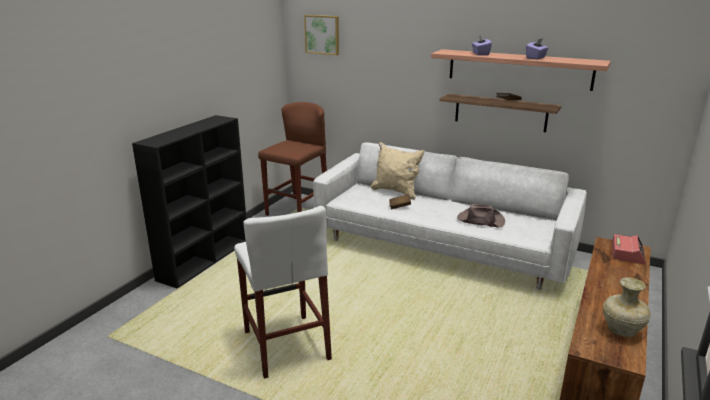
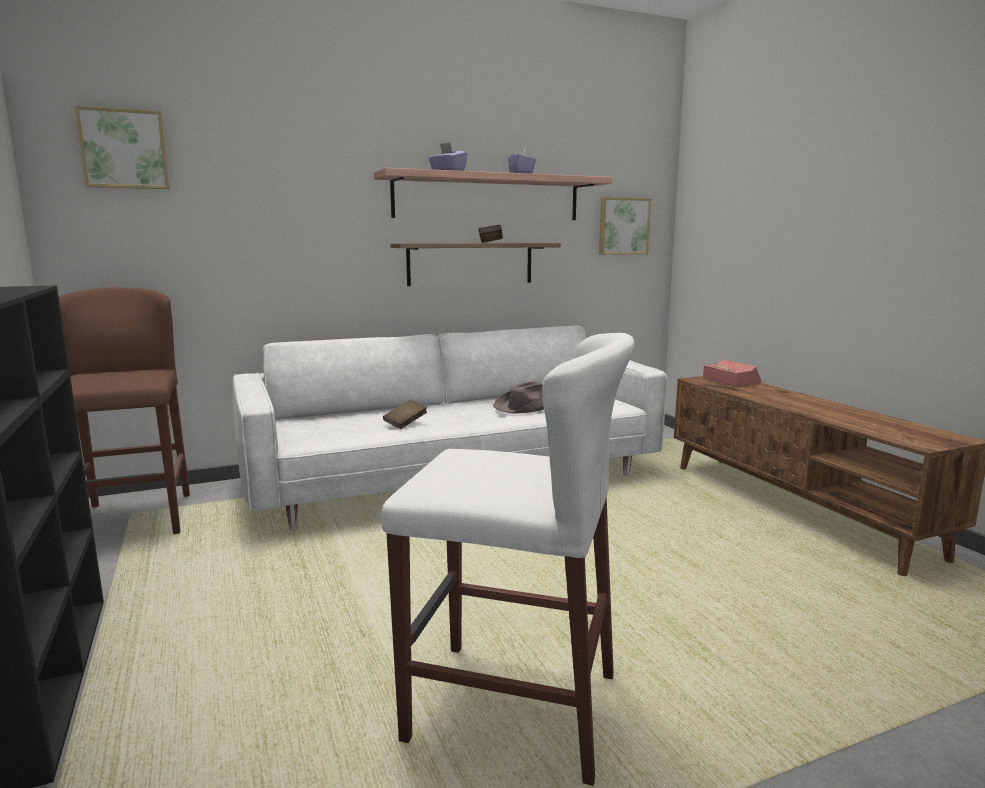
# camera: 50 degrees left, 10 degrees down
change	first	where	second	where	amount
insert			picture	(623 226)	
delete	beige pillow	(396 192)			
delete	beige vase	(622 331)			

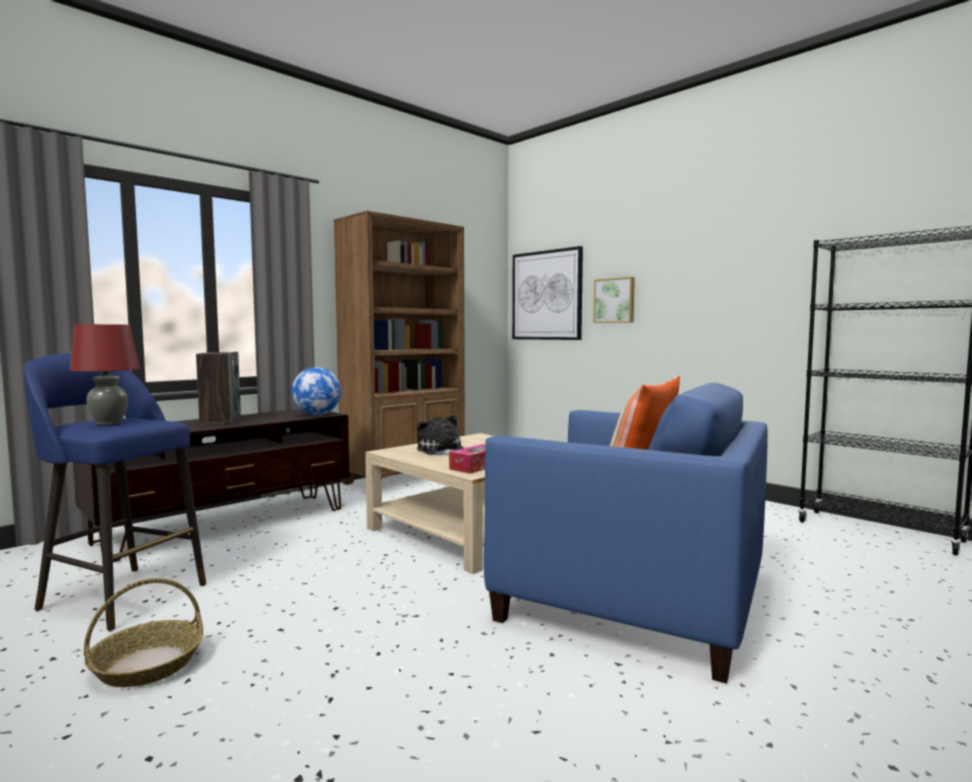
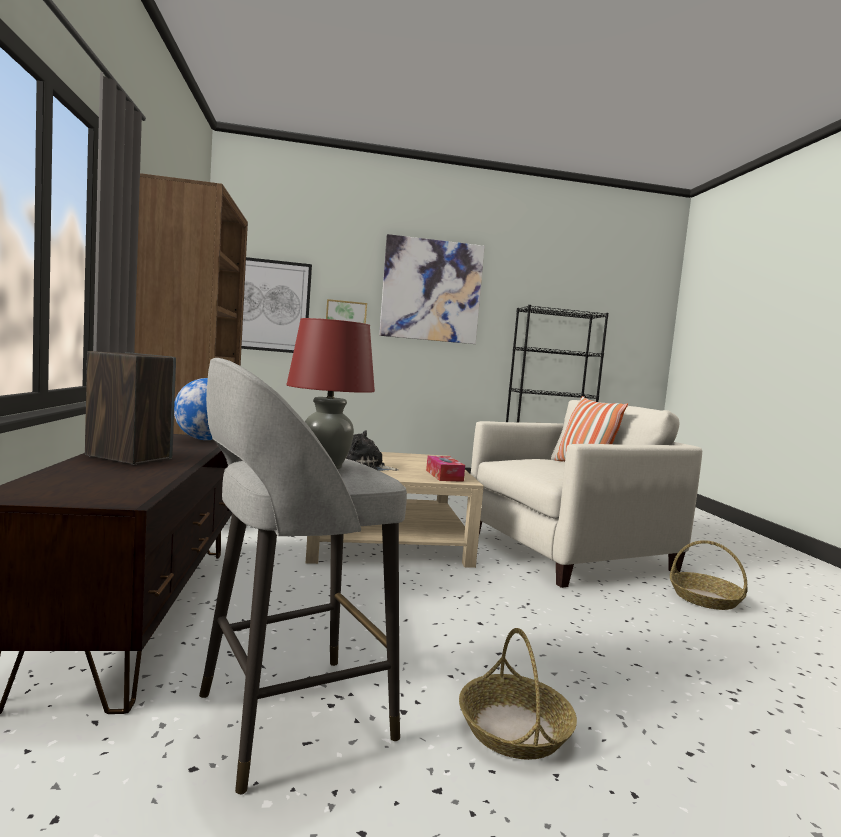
# camera: 55 degrees left, 0 degrees up
change	first	where	second	where	amount
recolor	blue stool	(121 596)	grey stool	(288 718)	
insert			picture	(431 290)	
recolor	blue armchair	(630 598)	beige armchair	(567 551)	
insert			basket	(705 599)	

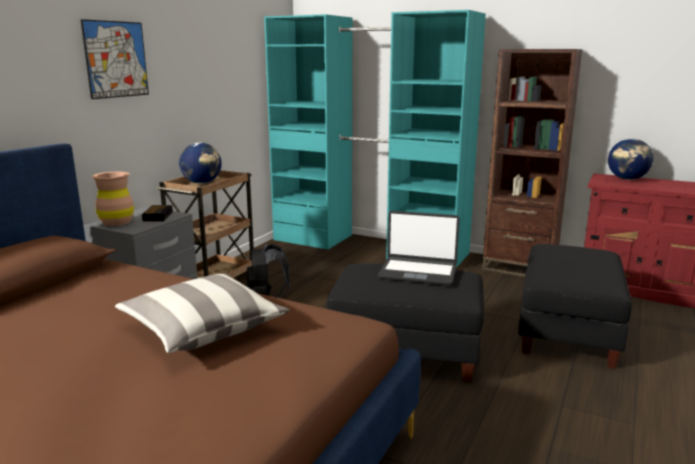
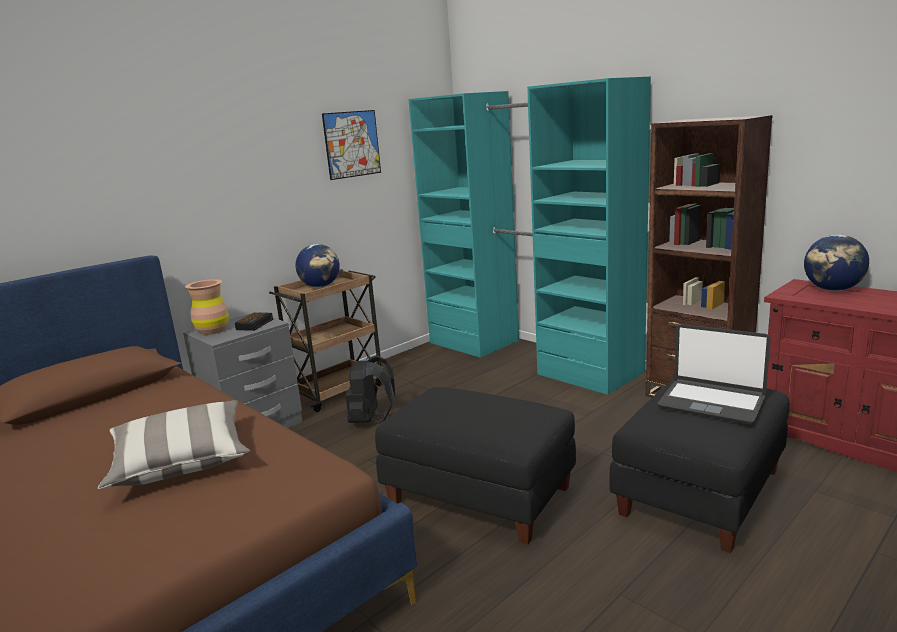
# camera: 20 degrees right, 0 degrees up
change	first	where	second	where	amount
move	picture	(116 59)		(352 144)	
move	laptop	(418 272)		(711 402)	

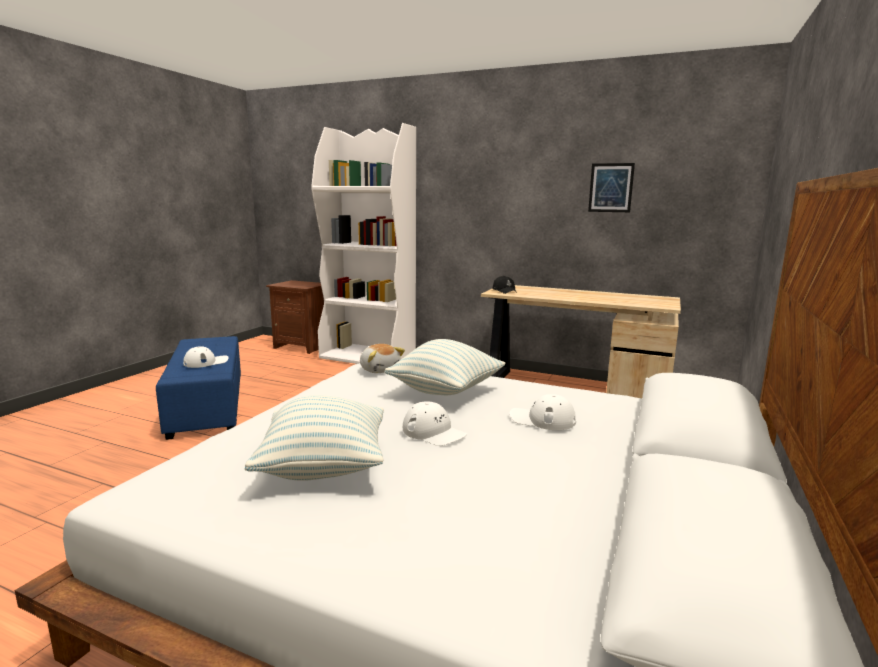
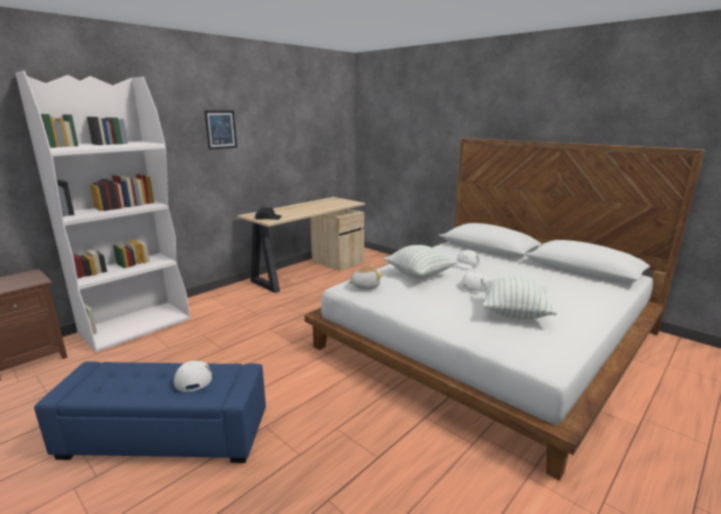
# camera: 70 degrees left, 5 degrees up
change	first	where	second	where	amount
move	picture	(611 187)		(221 129)	

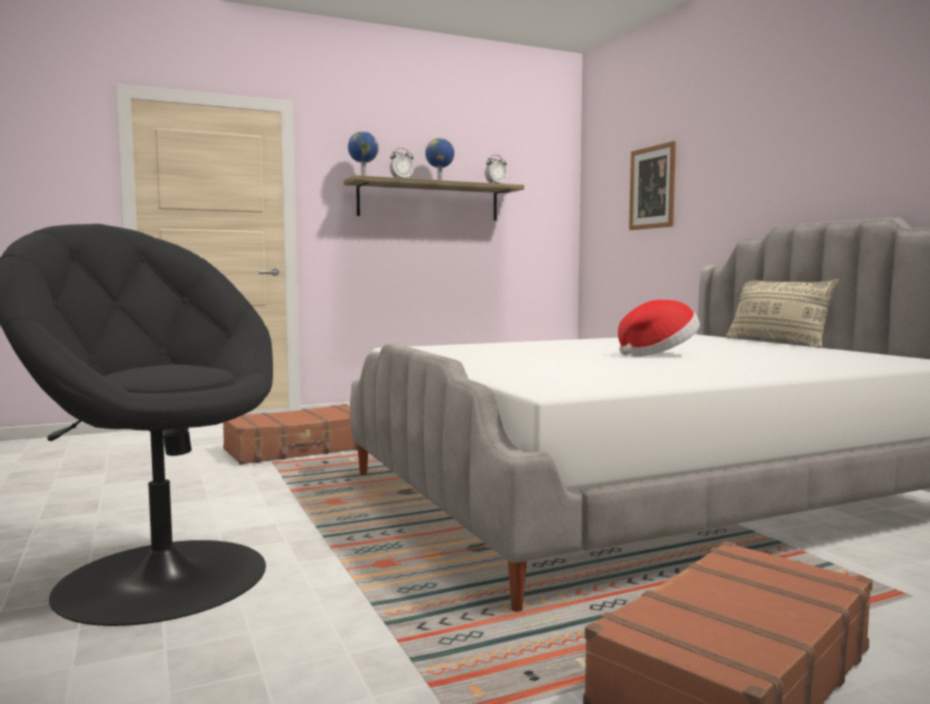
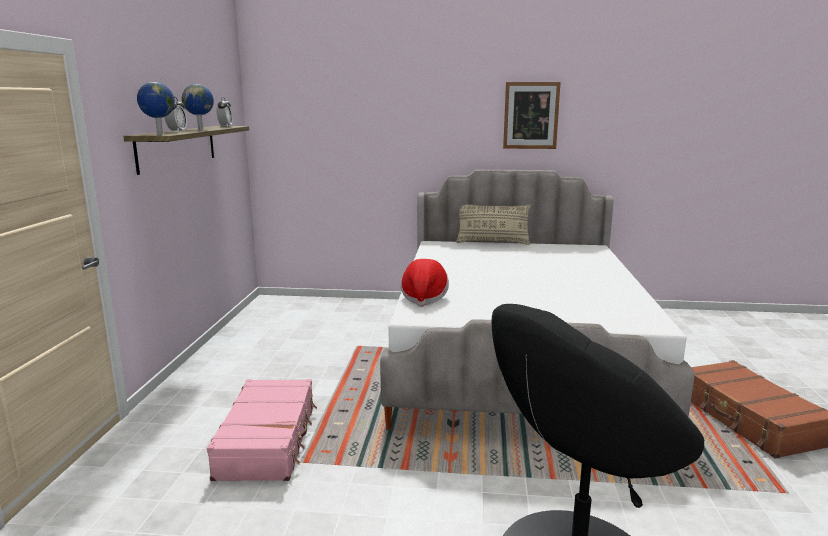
# camera: 60 degrees left, 10 degrees up
change	first	where	second	where	amount
recolor	brown suitcase	(298 449)	pink suitcase	(268 440)	
move	hat	(658 354)		(424 297)	
move	picture	(652 187)		(531 115)	

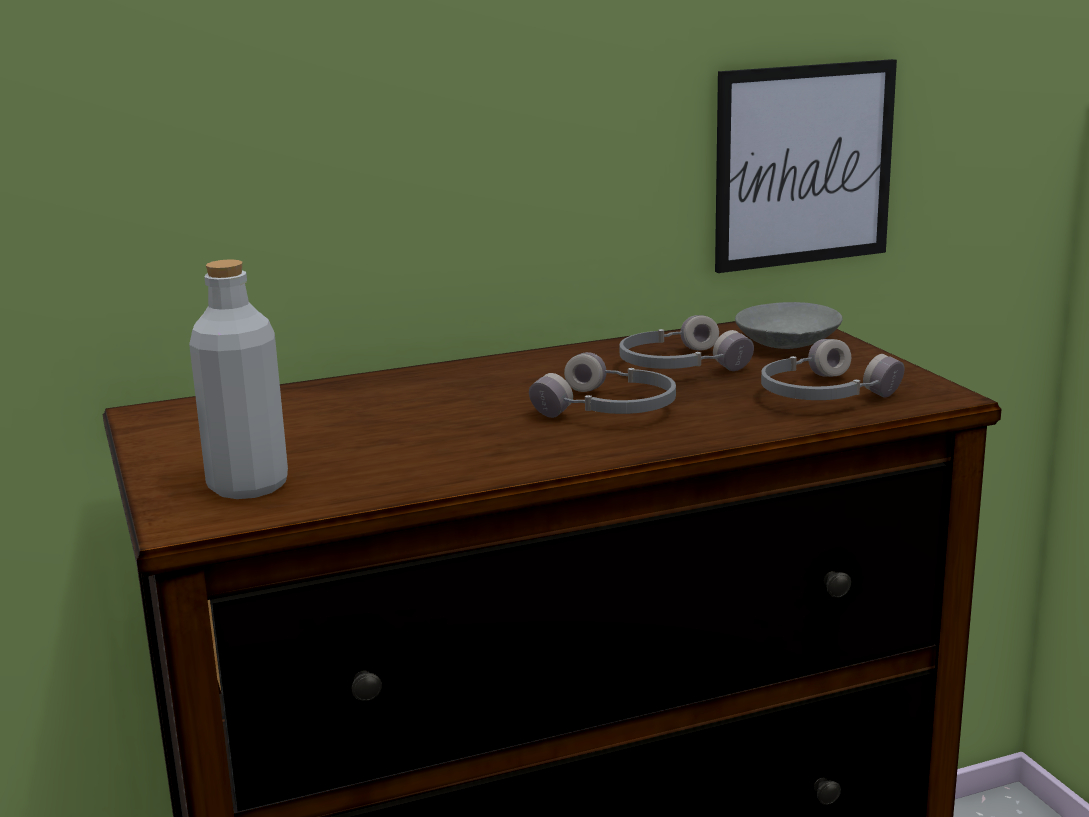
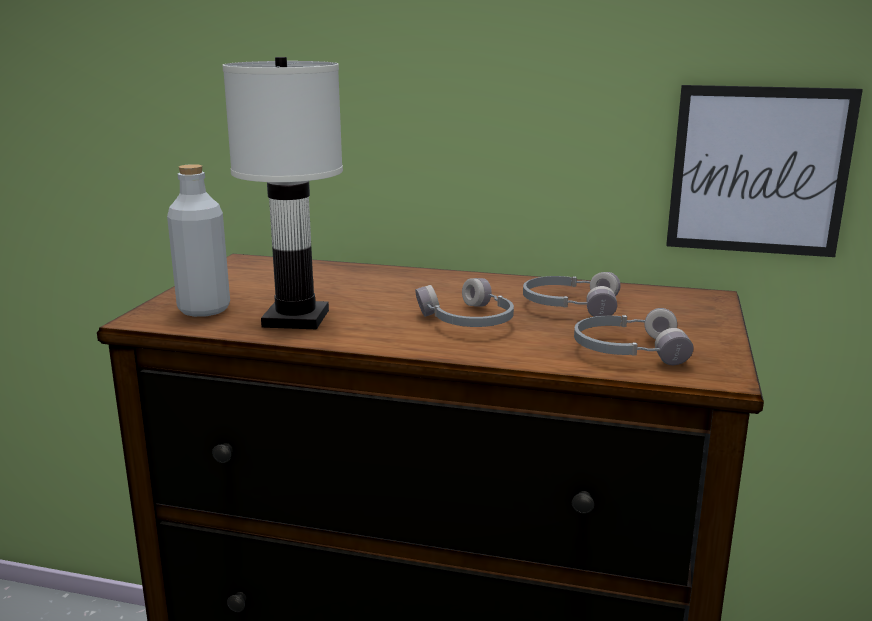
# camera: 35 degrees right, 0 degrees up
change	first	where	second	where	amount
insert			white table lamp	(295 318)	
delete	grey bowl	(787 343)			

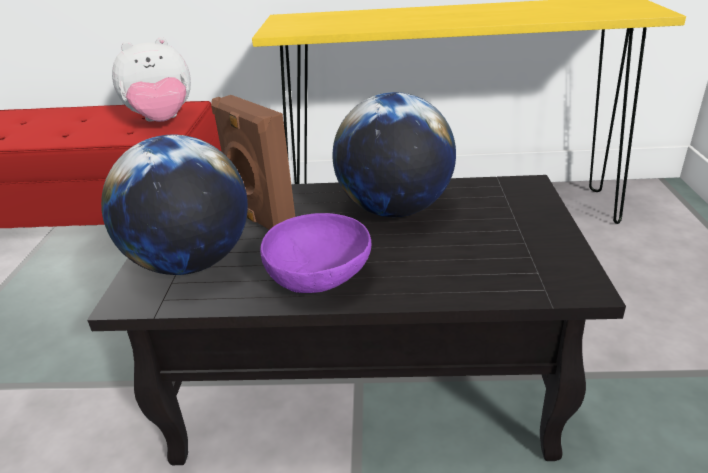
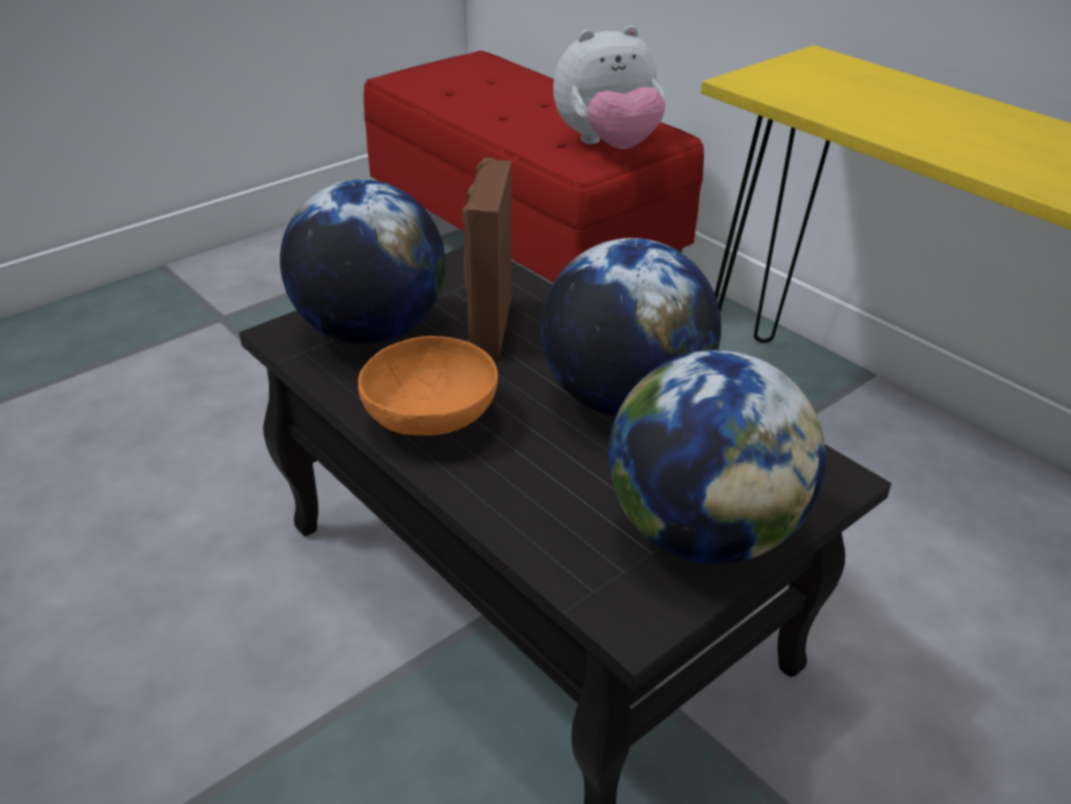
# camera: 45 degrees right, 5 degrees up
change	first	where	second	where	amount
recolor	purple bowl	(320 278)	orange bowl	(431 421)	
rotate	plush toy	(162 121)		(608 145)	45 degrees counterclockwise
insert			globe	(703 533)	

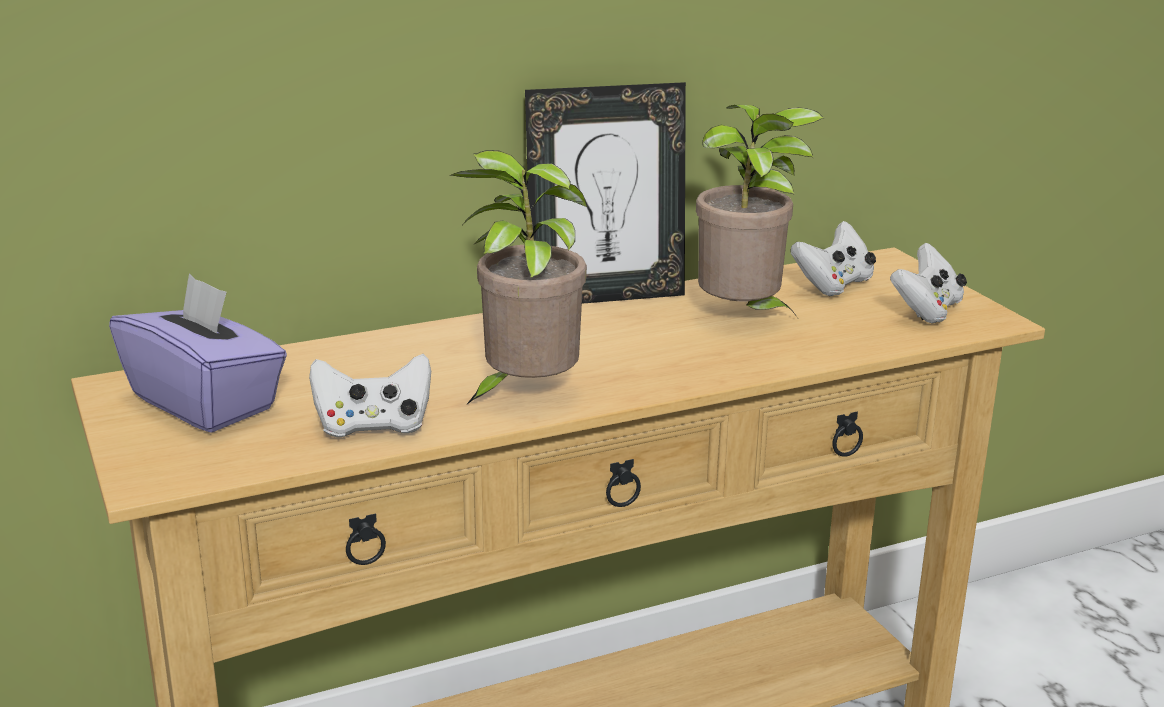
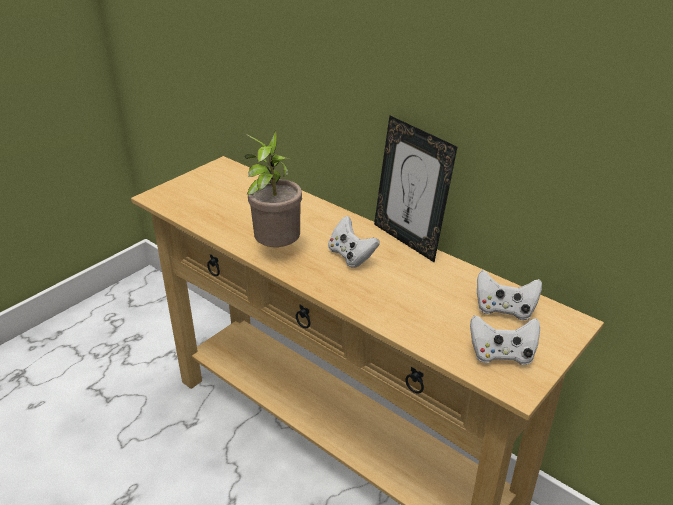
# camera: 65 degrees right, 10 degrees up
change	first	where	second	where	amount
move	white game controller	(373 427)		(351 256)	
delete	purple tissue box	(205 402)			
delete	potted plant	(744 319)			

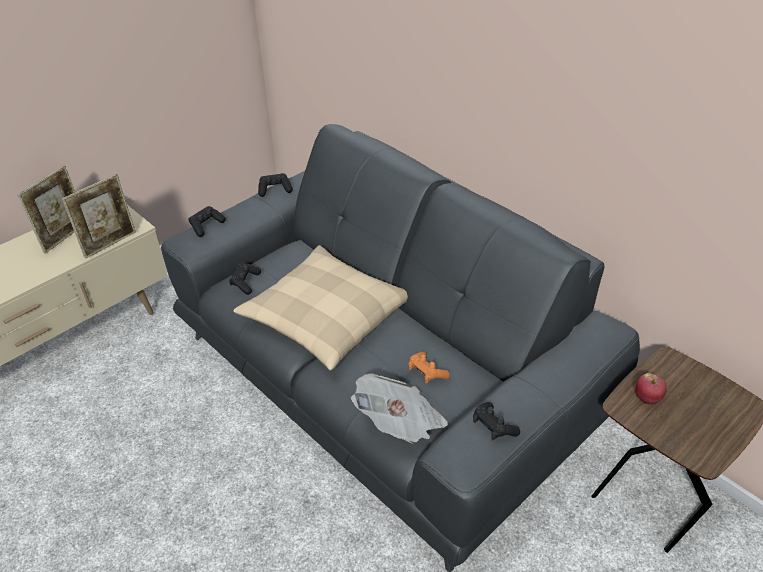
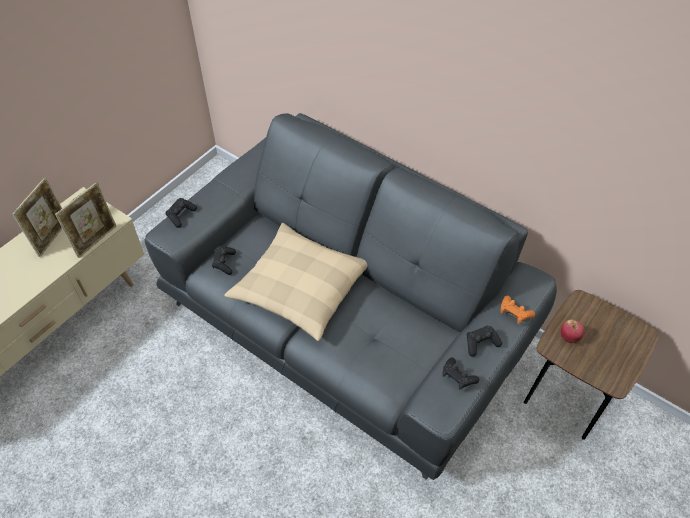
# camera: 10 degrees left, 10 degrees up
change	first	where	second	where	amount
move	black game controller	(275 190)		(481 343)	
move	orange game controller	(427 372)		(514 313)	
delete	newspaper	(400 423)			

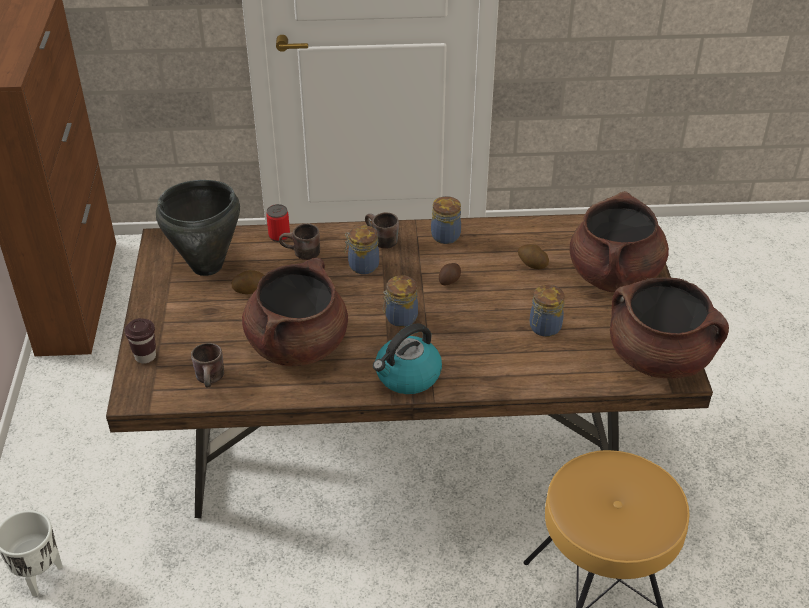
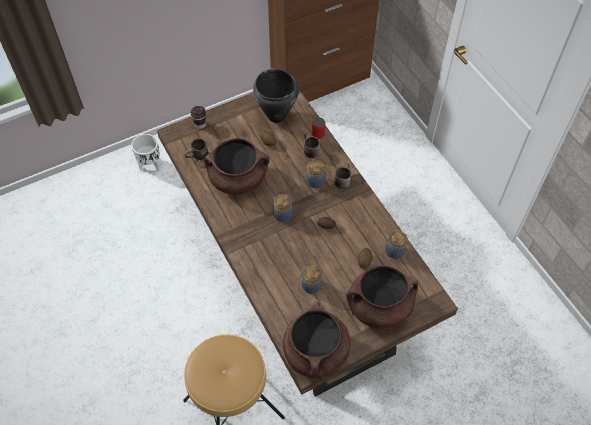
# camera: 65 degrees right, 15 degrees up
change	first	where	second	where	amount
move	jar	(445 235)		(395 251)	
delete	kettle	(407 376)			

